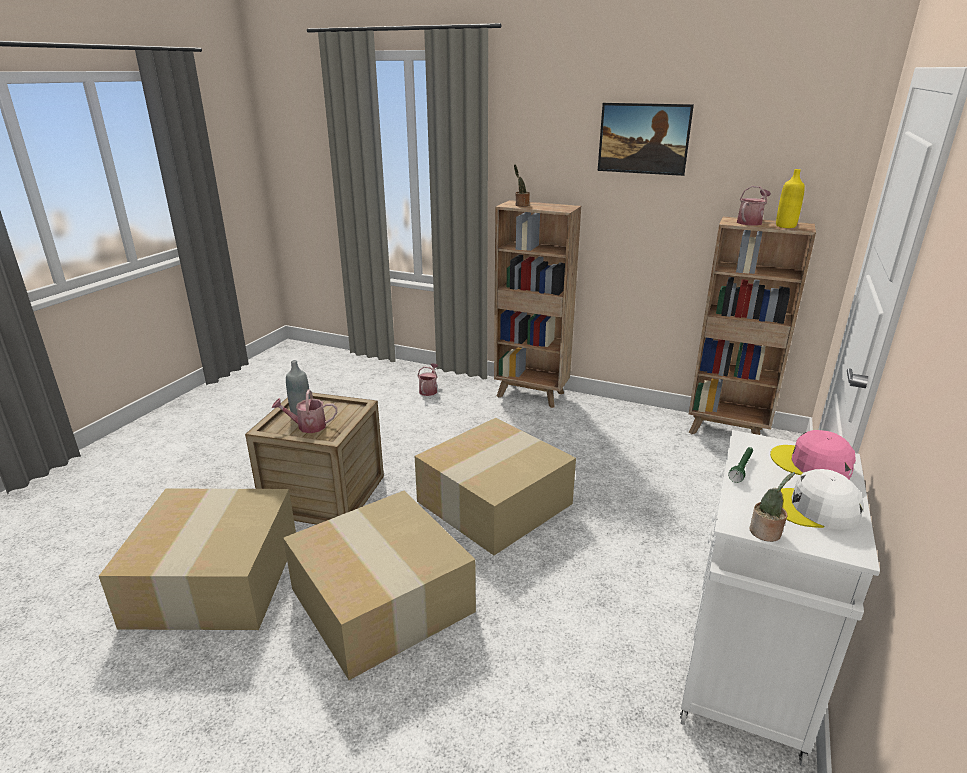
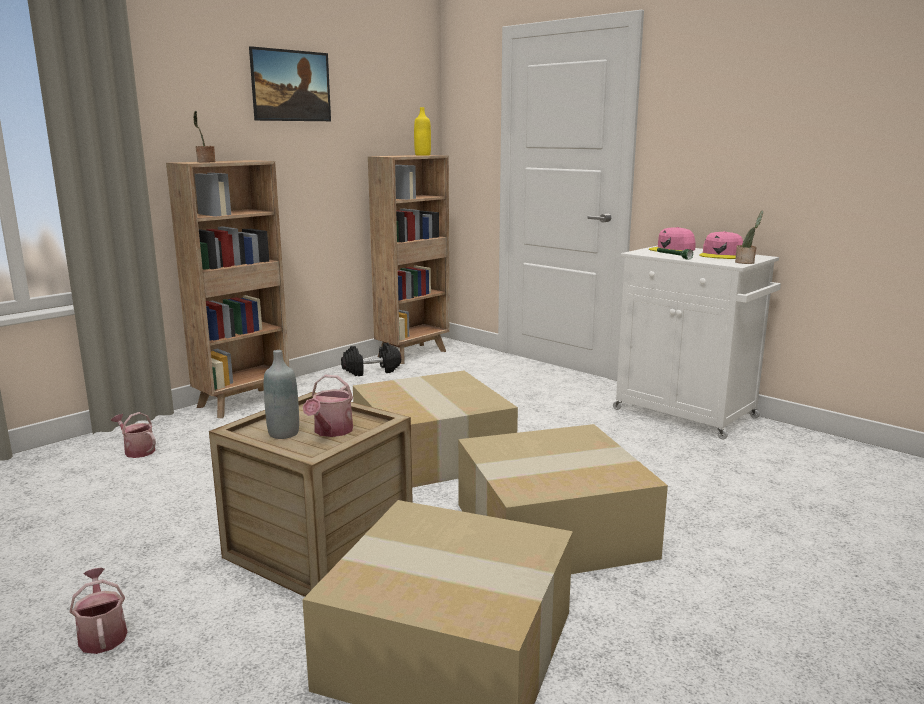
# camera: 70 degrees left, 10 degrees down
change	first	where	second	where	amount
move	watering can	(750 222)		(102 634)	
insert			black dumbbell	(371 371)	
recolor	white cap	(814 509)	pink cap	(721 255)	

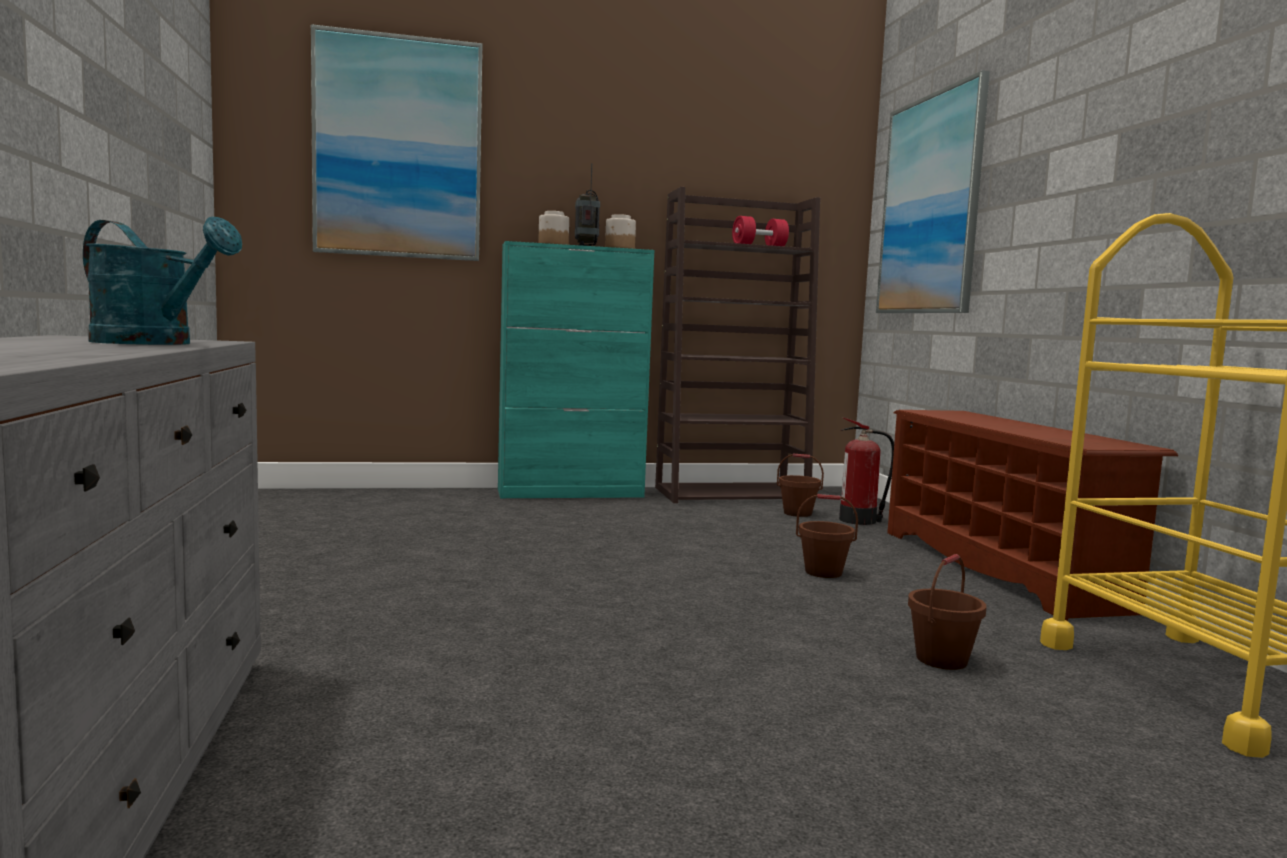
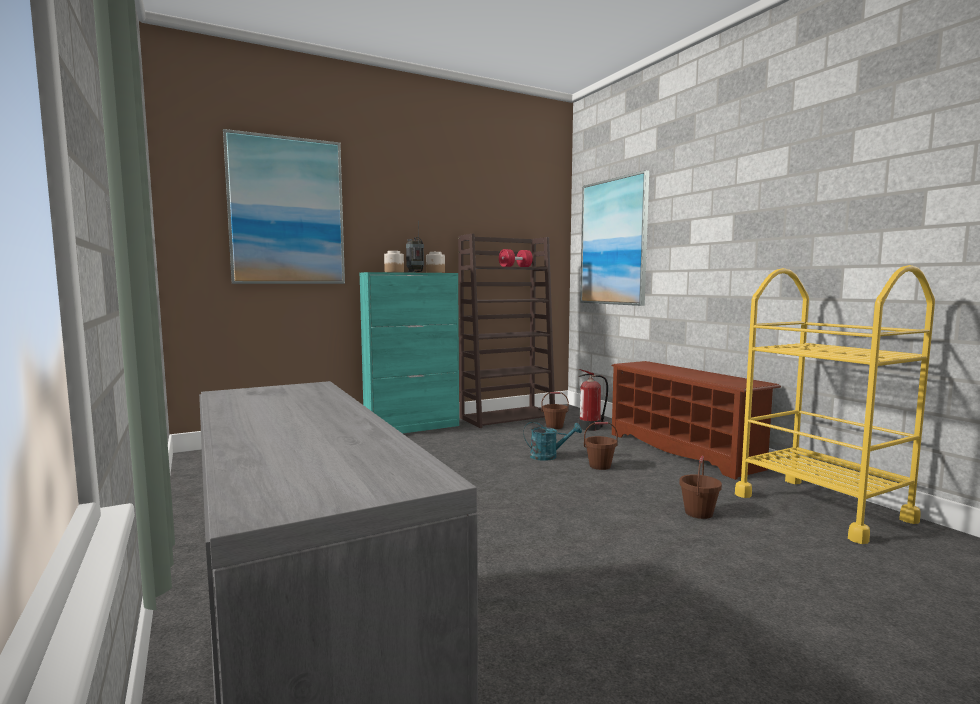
# camera: 15 degrees left, 0 degrees up
change	first	where	second	where	amount
move	turquoise watering can	(155 343)		(549 456)	

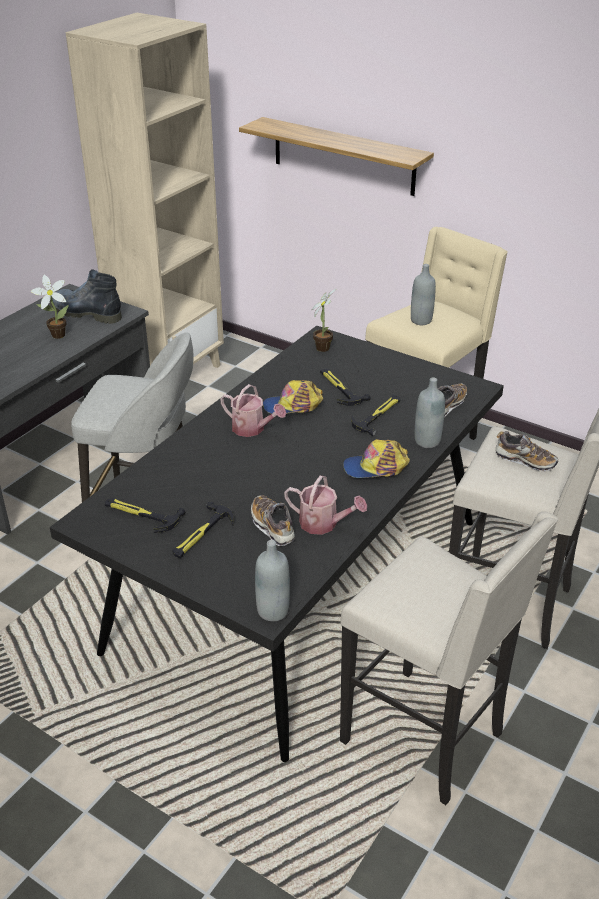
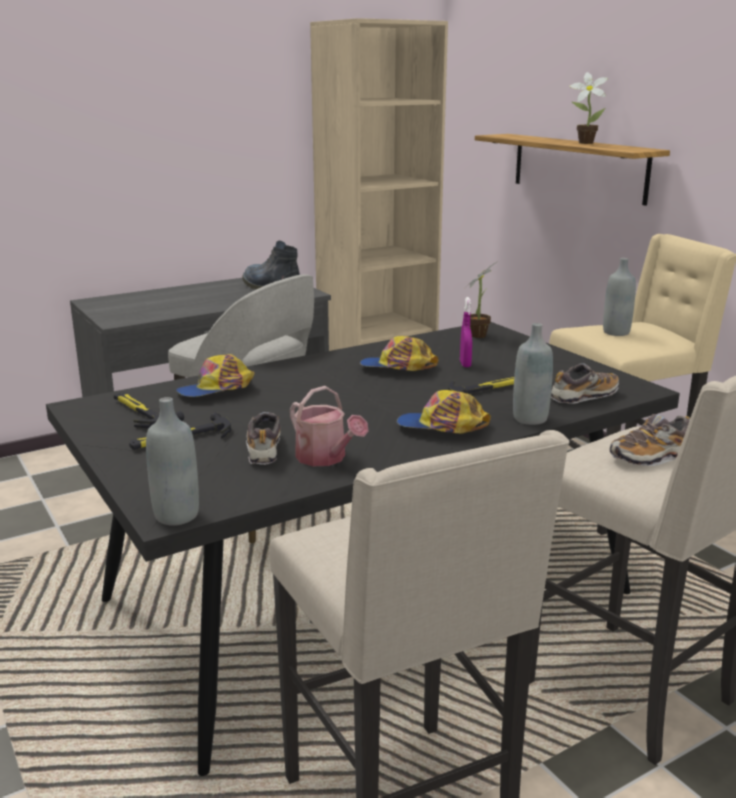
# camera: 25 degrees right, 15 degrees down
change	first	where	second	where	amount
insert			cap	(216 390)	
replace	hammer	(339 388)	purple spray bottle	(465 364)	
move	potted plant	(56 335)		(583 143)	
rotate	shoe	(525 460)		(650 457)	105 degrees clockwise
delete	watering can	(252 429)			

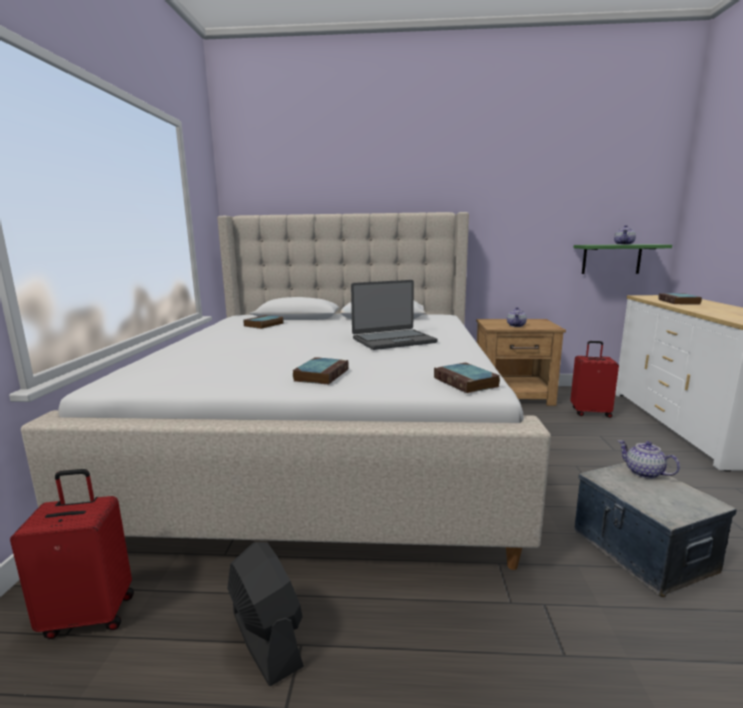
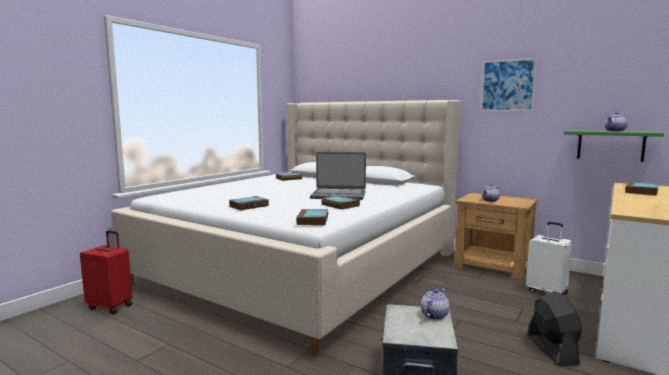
# camera: 30 degrees right, 5 degrees down
change	first	where	second	where	amount
insert			book	(339 205)	
rotate	teapot	(643 472)		(434 315)	45 degrees clockwise
insert			picture	(507 85)	
recolor	red suitcase	(590 412)	white suitcase	(547 292)	
move	black fan	(266 638)		(551 349)	

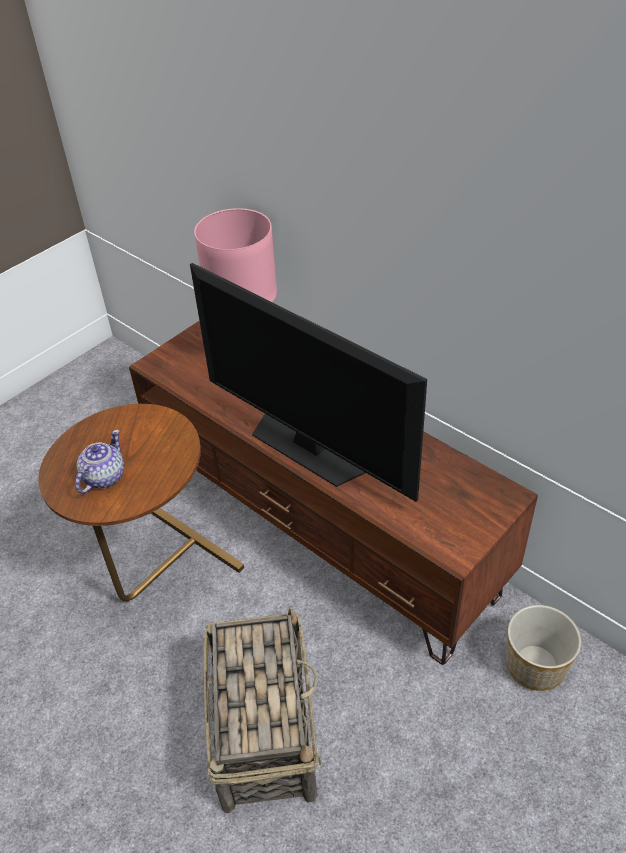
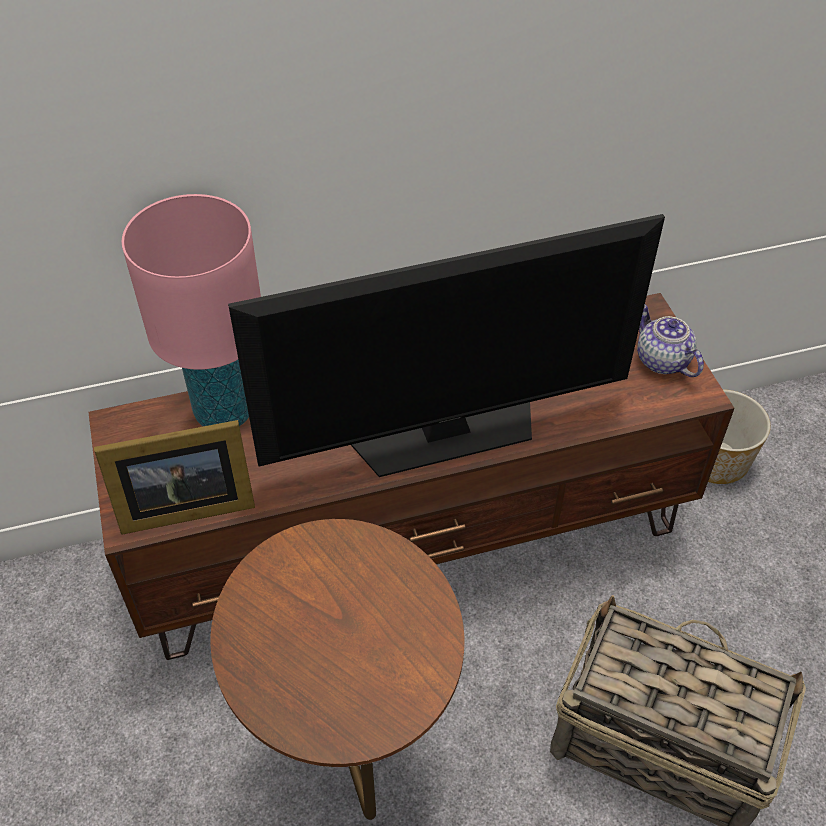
# camera: 60 degrees left, 5 degrees up
change	first	where	second	where	amount
insert			picture frame	(182 506)	
move	teapot	(103 477)		(662 361)	

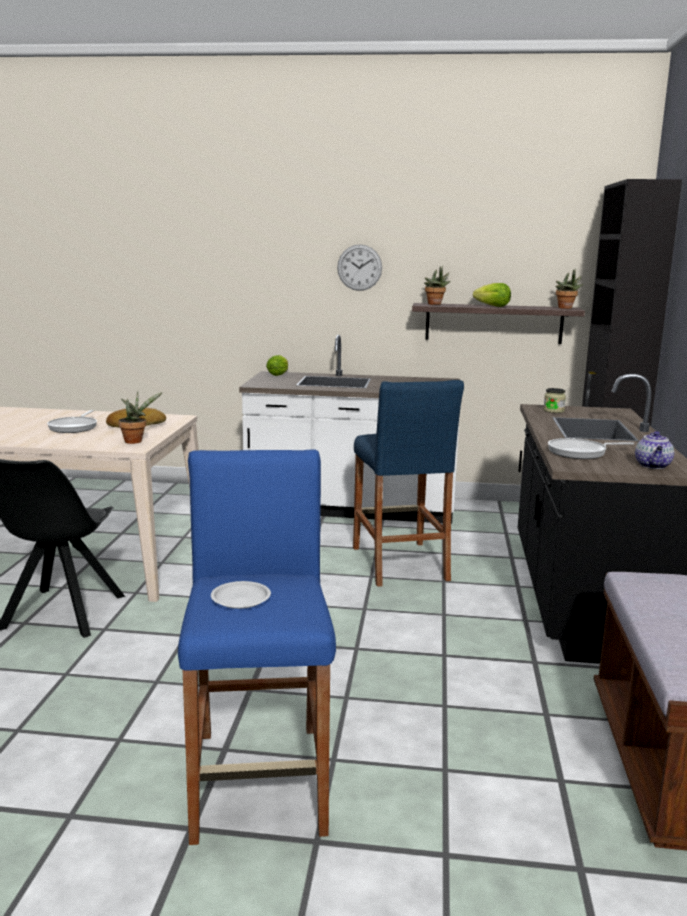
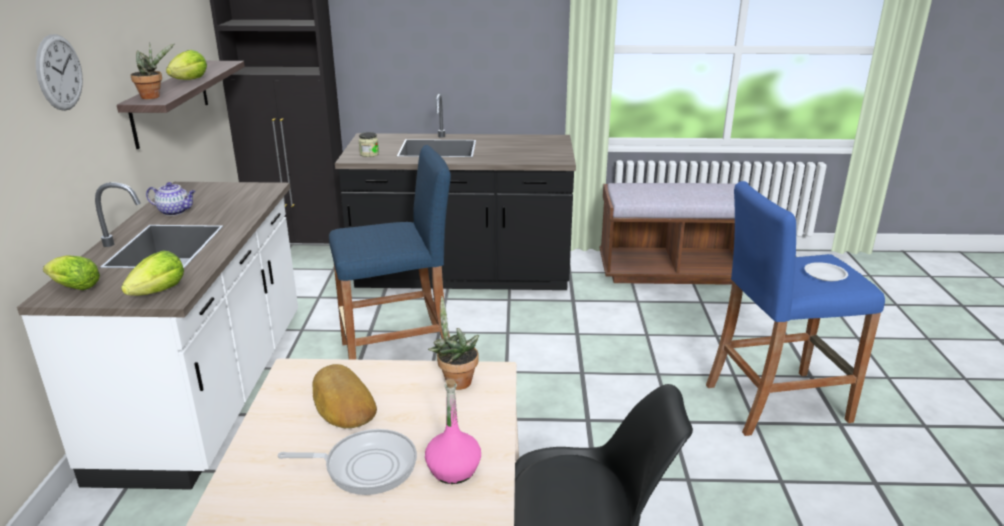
# camera: 95 degrees left, 10 degrees up
change	first	where	second	where	amount
insert			lettuce	(159 292)	
move	teapot	(653 466)		(175 211)	
insert			pink bottle	(453 470)	
delete	frying pan	(580 452)			
delete	potted plant	(566 308)			

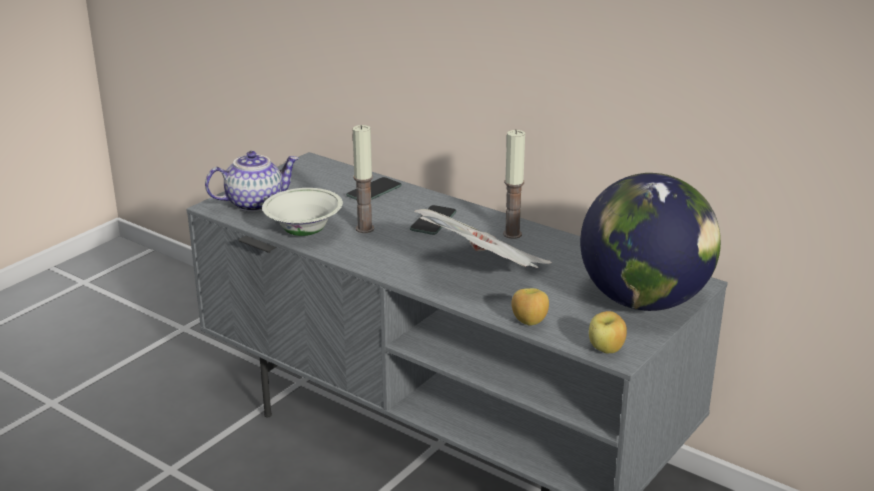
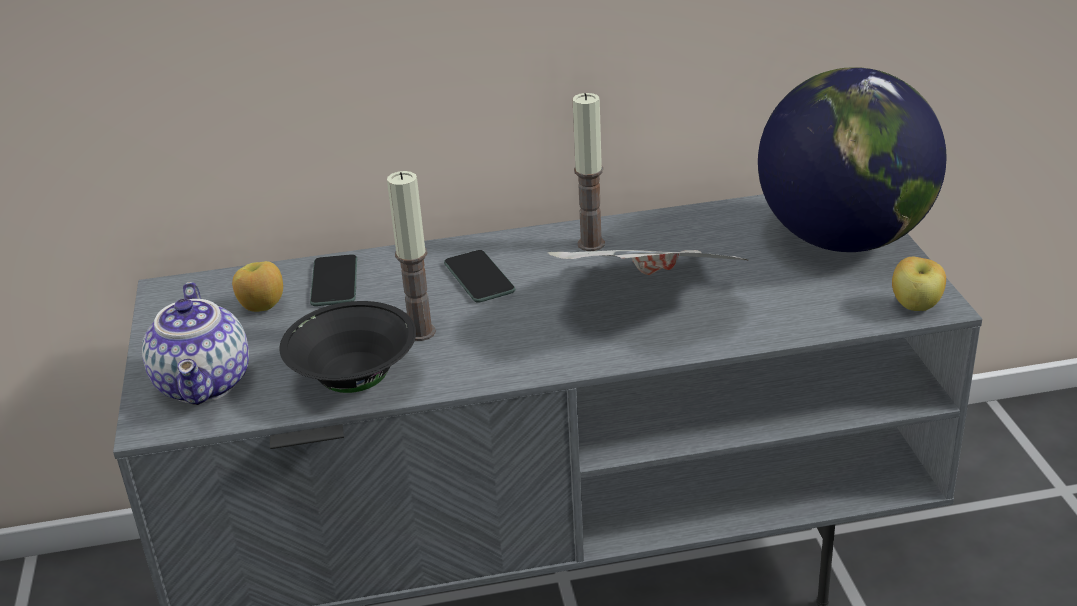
# camera: 45 degrees left, 5 degrees up
change	first	where	second	where	amount
rotate	teapot	(255 203)		(206 384)	150 degrees clockwise
move	apple	(529 322)		(262 307)	
recolor	white bowl	(304 232)	black bowl	(355 381)	

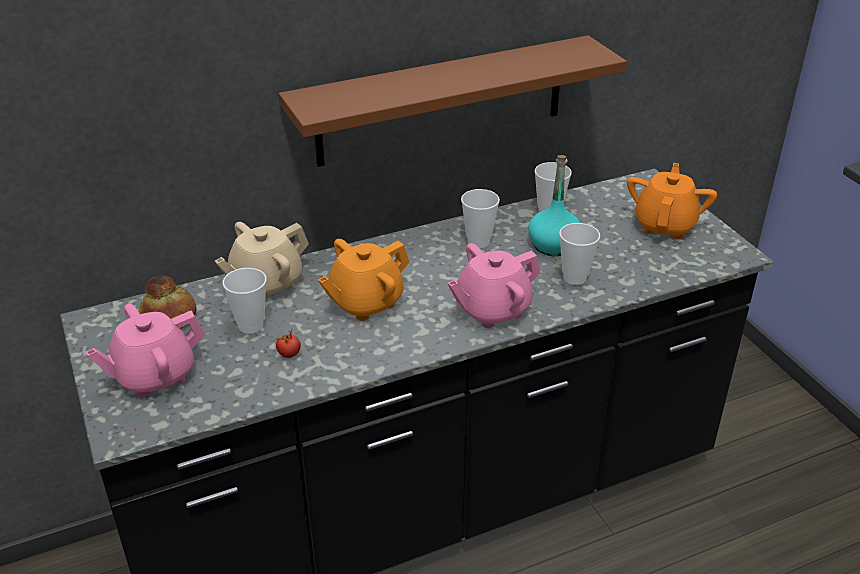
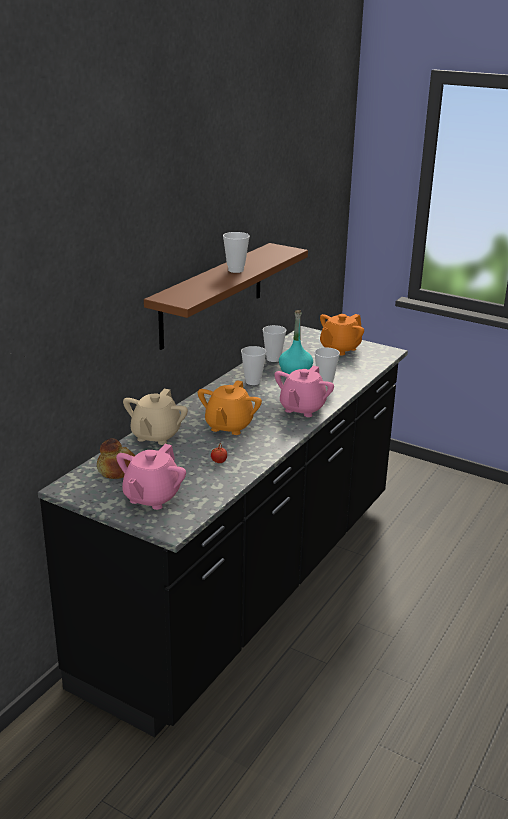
# camera: 35 degrees left, 10 degrees down
change	first	where	second	where	amount
move	cup	(251 325)		(236 270)	
rotate	orange teapot	(665 225)		(339 349)	120 degrees counterclockwise

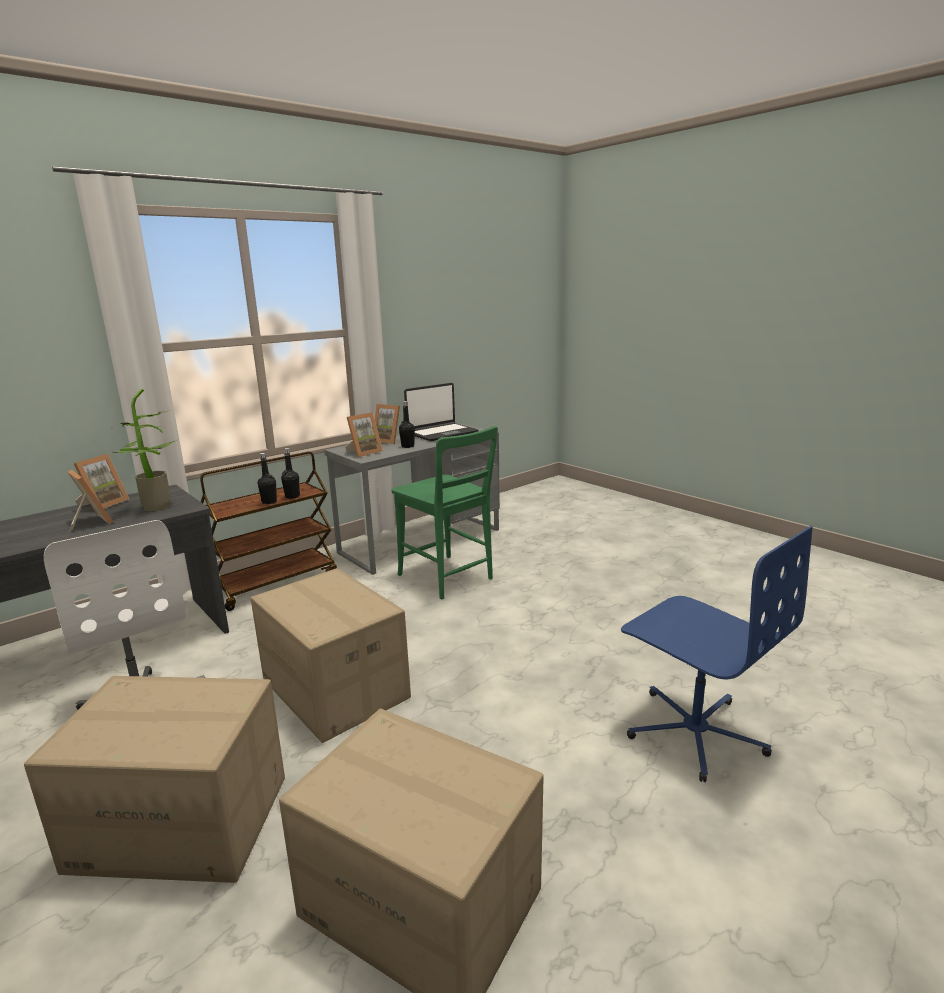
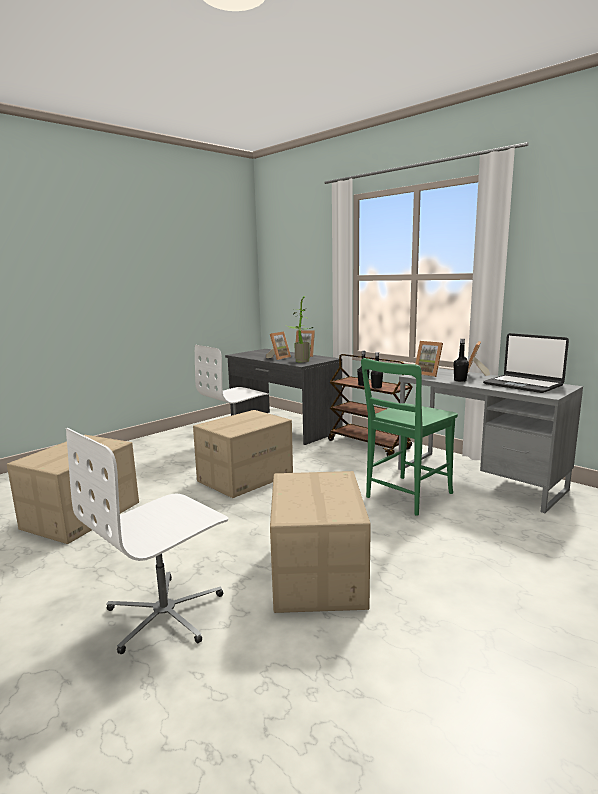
# camera: 85 degrees right, 5 degrees down
change	first	where	second	where	amount
recolor	blue office chair	(695 731)	white office chair	(165 614)	
move	cardboard box	(182 821)		(319 574)	

